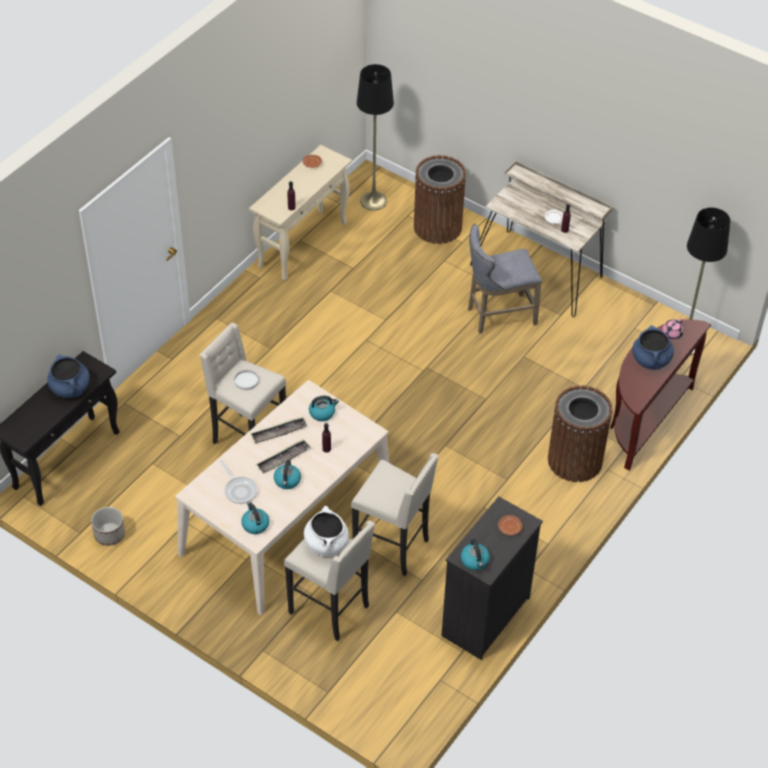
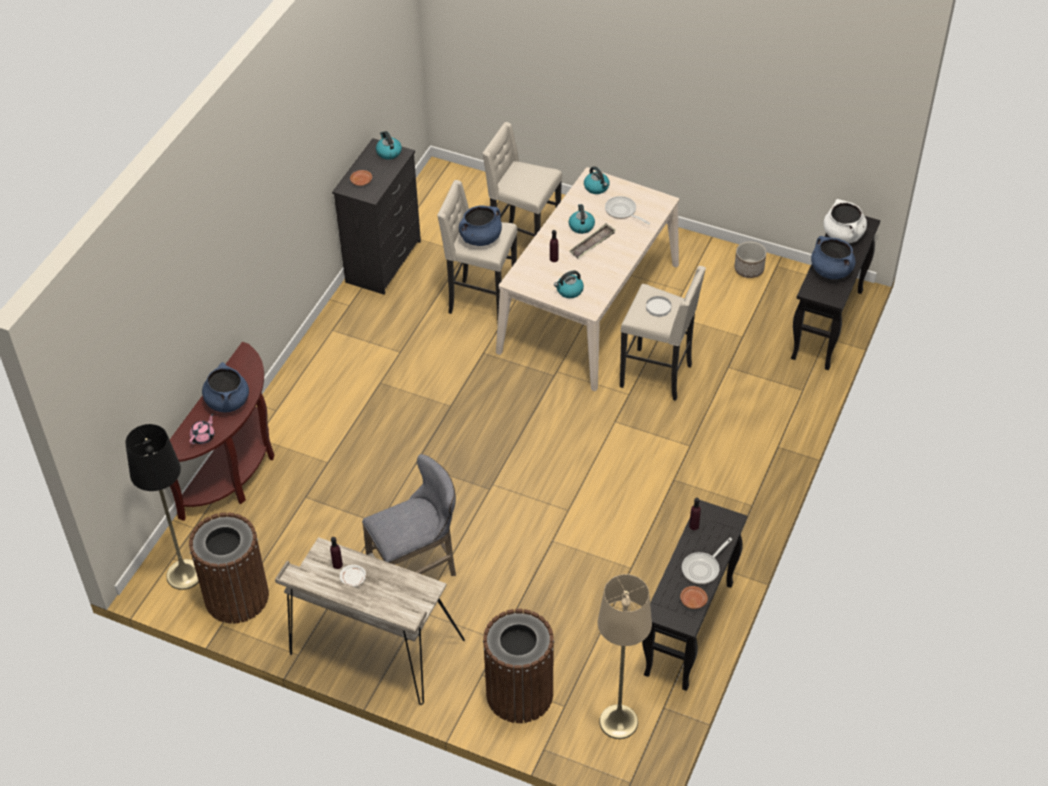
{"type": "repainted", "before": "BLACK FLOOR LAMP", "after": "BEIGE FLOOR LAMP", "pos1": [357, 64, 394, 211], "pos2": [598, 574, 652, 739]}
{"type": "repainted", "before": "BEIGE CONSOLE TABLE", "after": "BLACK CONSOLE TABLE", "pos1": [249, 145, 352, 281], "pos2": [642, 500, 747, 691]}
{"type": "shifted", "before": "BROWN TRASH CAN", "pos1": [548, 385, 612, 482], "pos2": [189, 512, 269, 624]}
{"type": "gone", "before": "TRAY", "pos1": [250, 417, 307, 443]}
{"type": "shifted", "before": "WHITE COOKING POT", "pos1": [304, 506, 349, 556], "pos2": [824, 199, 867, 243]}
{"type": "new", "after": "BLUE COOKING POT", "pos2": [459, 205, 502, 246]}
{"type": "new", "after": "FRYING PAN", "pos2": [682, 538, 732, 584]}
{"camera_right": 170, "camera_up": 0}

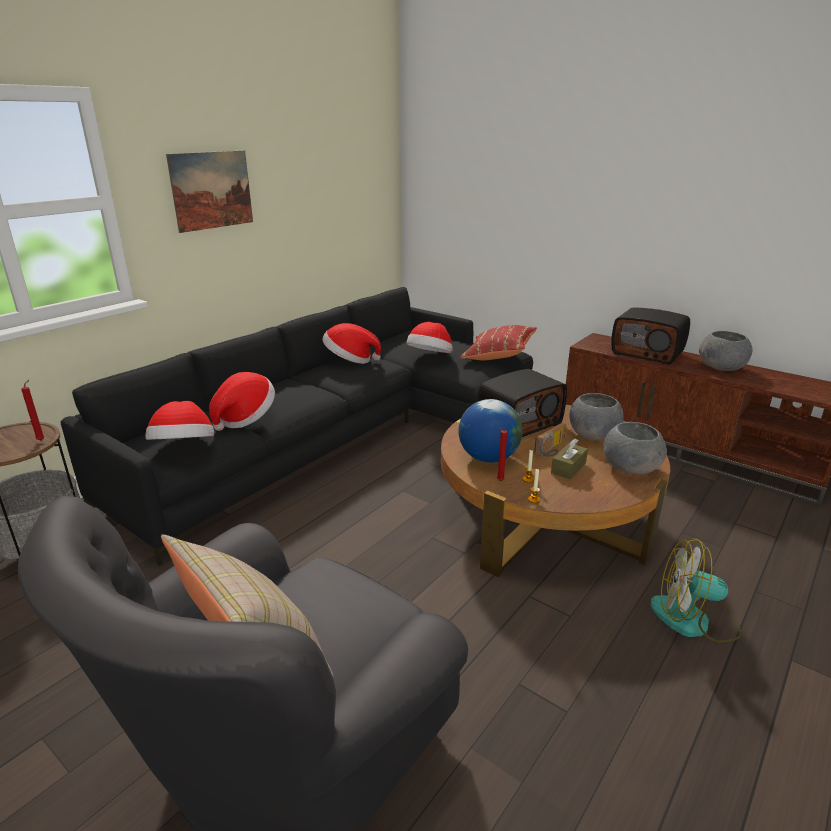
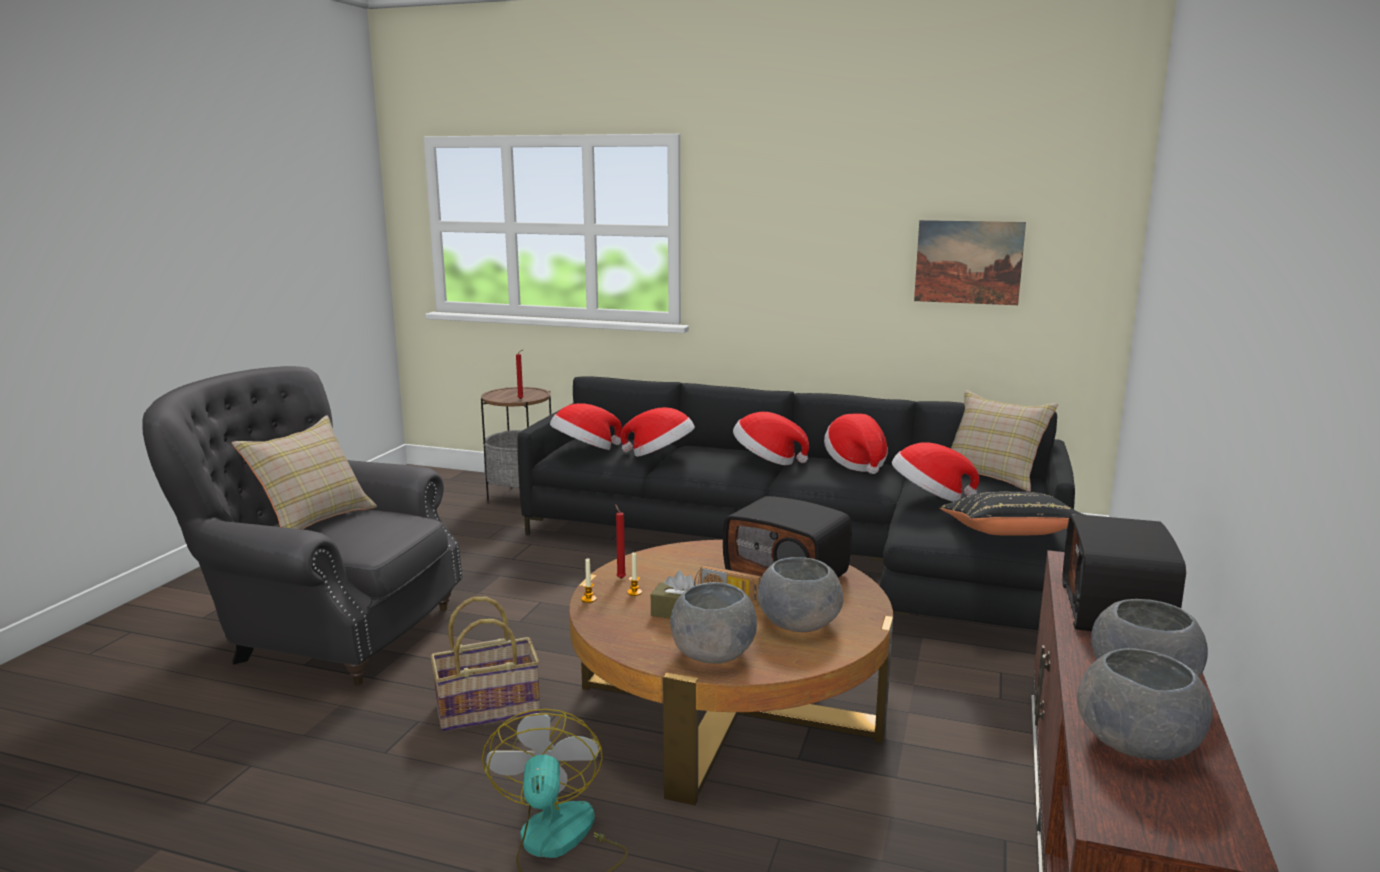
{"type": "shifted", "before": "PICTURE", "pos1": [166, 150, 253, 233], "pos2": [914, 220, 1026, 305]}
{"type": "repainted", "before": "RED PILLOW", "after": "BLACK PILLOW", "pos1": [460, 325, 537, 360], "pos2": [940, 492, 1085, 535]}
{"type": "gone", "before": "GLOBE", "pos1": [458, 399, 523, 463]}
{"type": "new", "after": "BEIGE PILLOW", "pos2": [951, 390, 1058, 492]}
{"type": "new", "after": "HAT", "pos2": [733, 412, 809, 465]}
{"type": "new", "after": "BASKET", "pos2": [430, 597, 540, 732]}
{"type": "new", "after": "GREY BOWL", "pos2": [1077, 648, 1213, 760]}
{"camera_right": 70, "camera_up": -10}

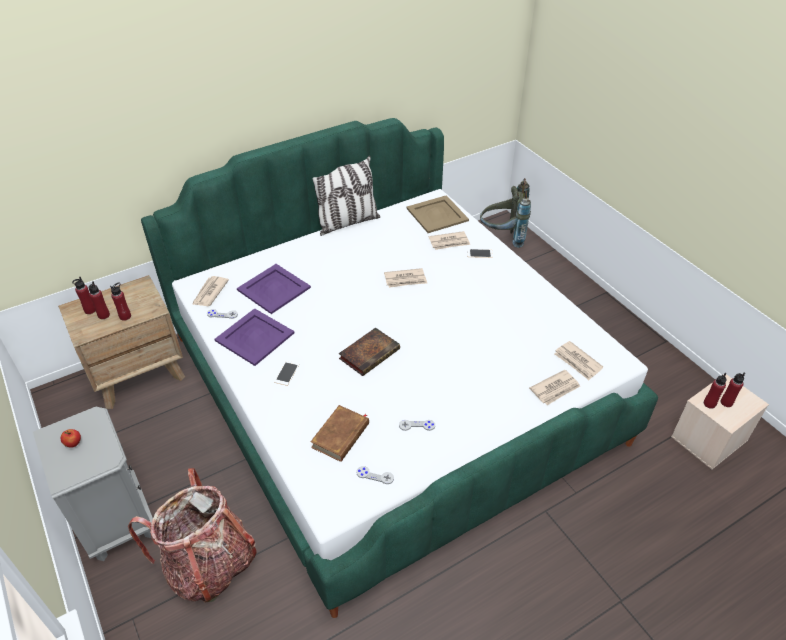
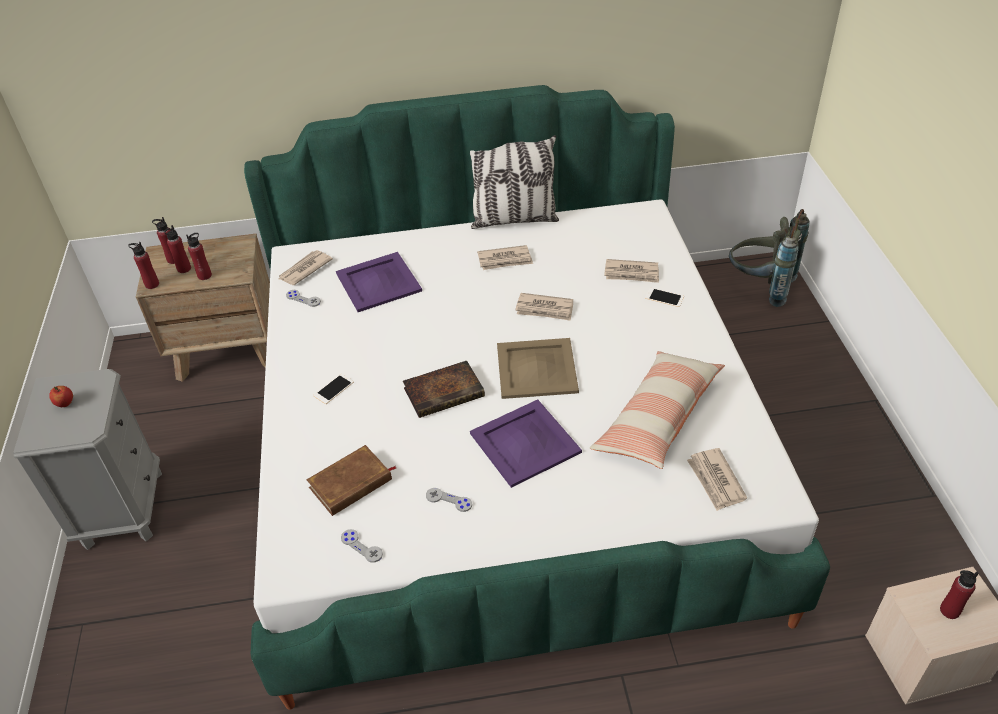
{"type": "shifted", "before": "BEIGE TRAY", "pos1": [407, 195, 469, 233], "pos2": [497, 338, 579, 399]}
{"type": "shifted", "before": "PURPLE TRAY", "pos1": [215, 308, 294, 366], "pos2": [470, 399, 582, 488]}
{"type": "shifted", "before": "NEWSPAPER", "pos1": [529, 370, 580, 405], "pos2": [477, 245, 533, 270]}
{"type": "shifted", "before": "RED BOTTLE", "pos1": [704, 373, 727, 409], "pos2": [128, 242, 159, 289]}
{"type": "gone", "before": "BACKPACK", "pos1": [128, 468, 257, 603]}
{"type": "new", "after": "PILLOW", "pos2": [590, 351, 725, 469]}
{"camera_right": 25, "camera_up": 0}

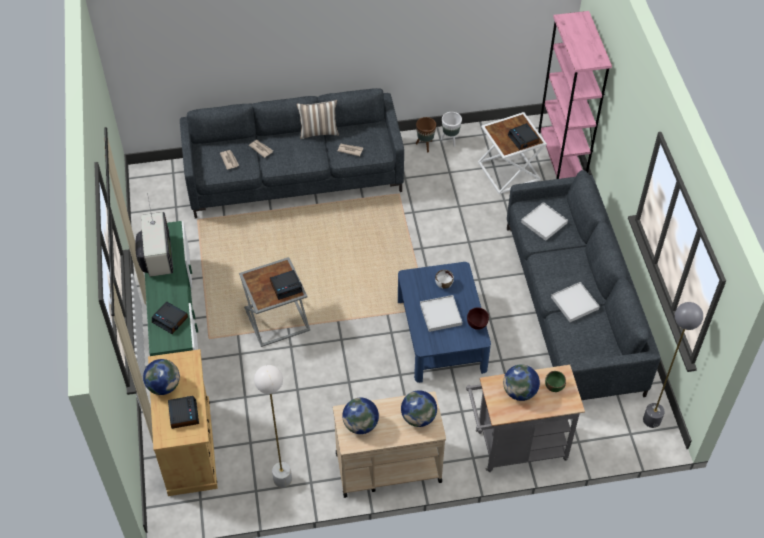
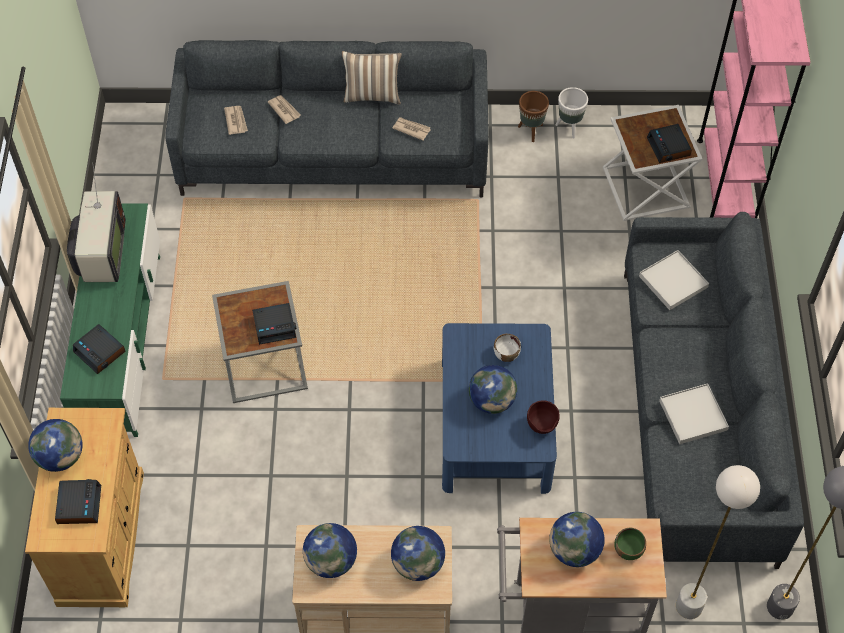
{"type": "swapped", "before": "WHITE TRAY", "after": "GLOBE", "pos1": [420, 295, 462, 332], "pos2": [469, 365, 517, 414]}
{"type": "shifted", "before": "WHITE FLOOR LAMP", "pos1": [254, 365, 292, 488], "pos2": [676, 465, 760, 619]}
{"camera_right": 10, "camera_up": 5}

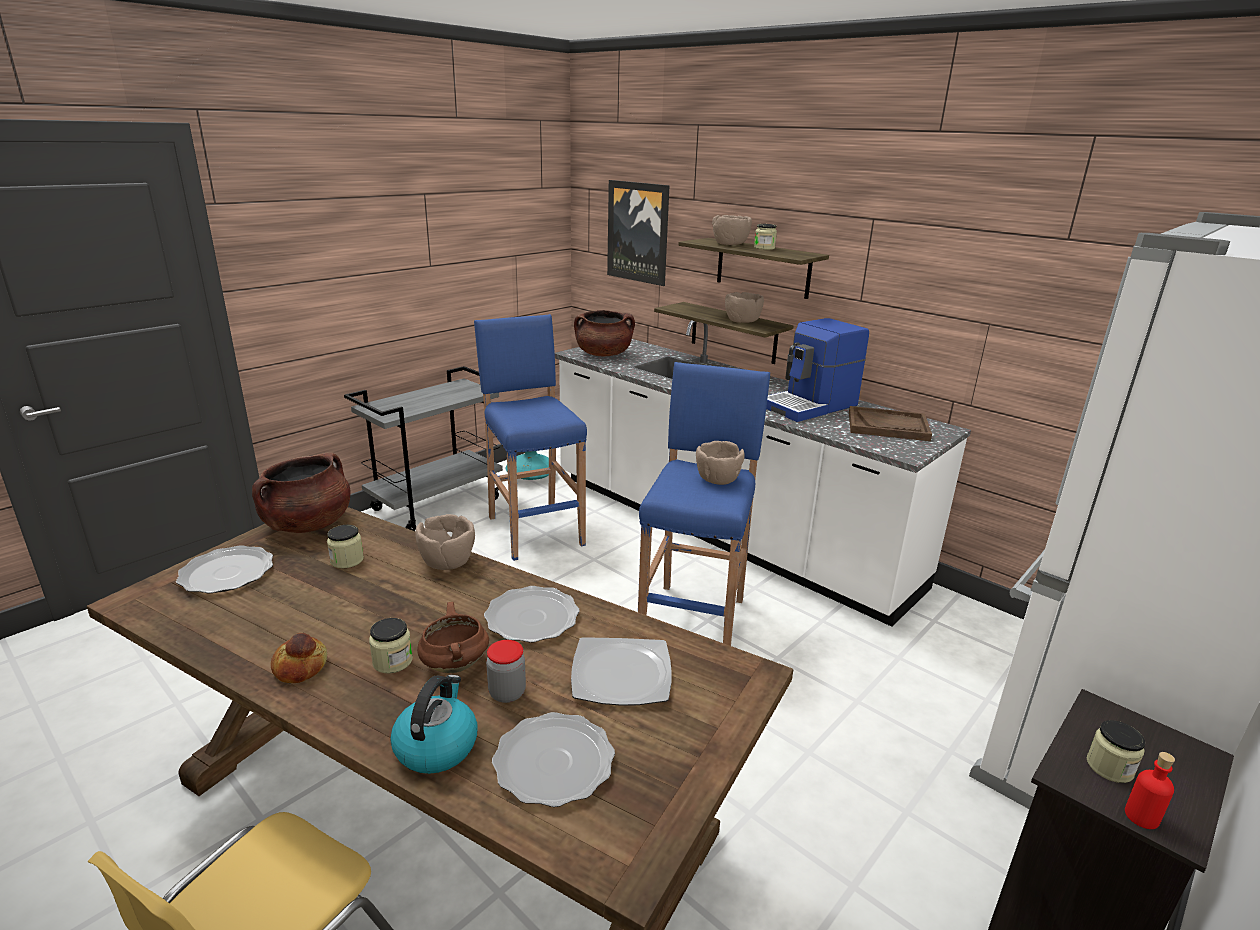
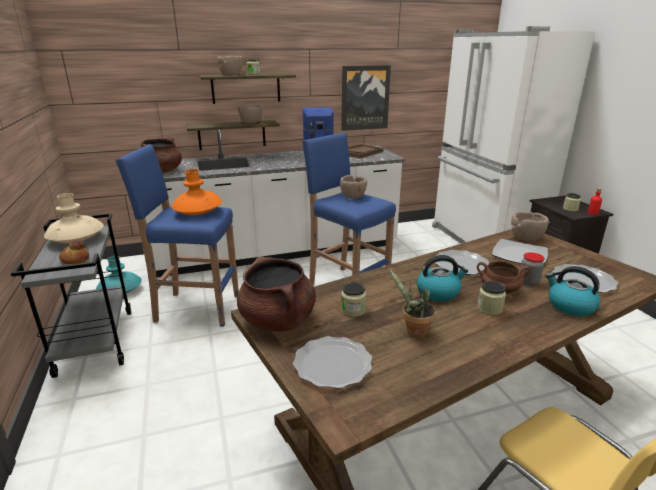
{"type": "shifted", "before": "PICTURE", "pos1": [607, 180, 670, 286], "pos2": [341, 65, 391, 131]}
{"type": "shifted", "before": "BROWN BOWL", "pos1": [415, 514, 475, 570], "pos2": [511, 212, 549, 241]}
{"type": "shifted", "before": "BREAD", "pos1": [271, 633, 327, 683], "pos2": [59, 240, 89, 264]}
{"type": "new", "after": "ORANGE VASE", "pos2": [172, 169, 222, 215]}
{"type": "new", "after": "BEIGE VASE", "pos2": [44, 193, 104, 243]}
{"type": "new", "after": "KETTLE", "pos2": [417, 255, 468, 302]}
{"type": "new", "after": "POTTED PLANT", "pos2": [389, 269, 436, 338]}
{"camera_right": -60, "camera_up": 0}

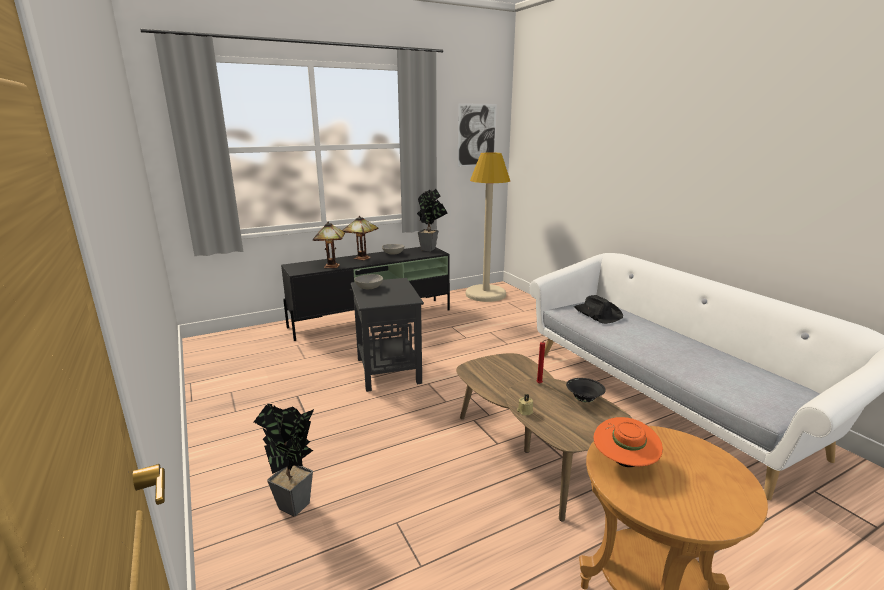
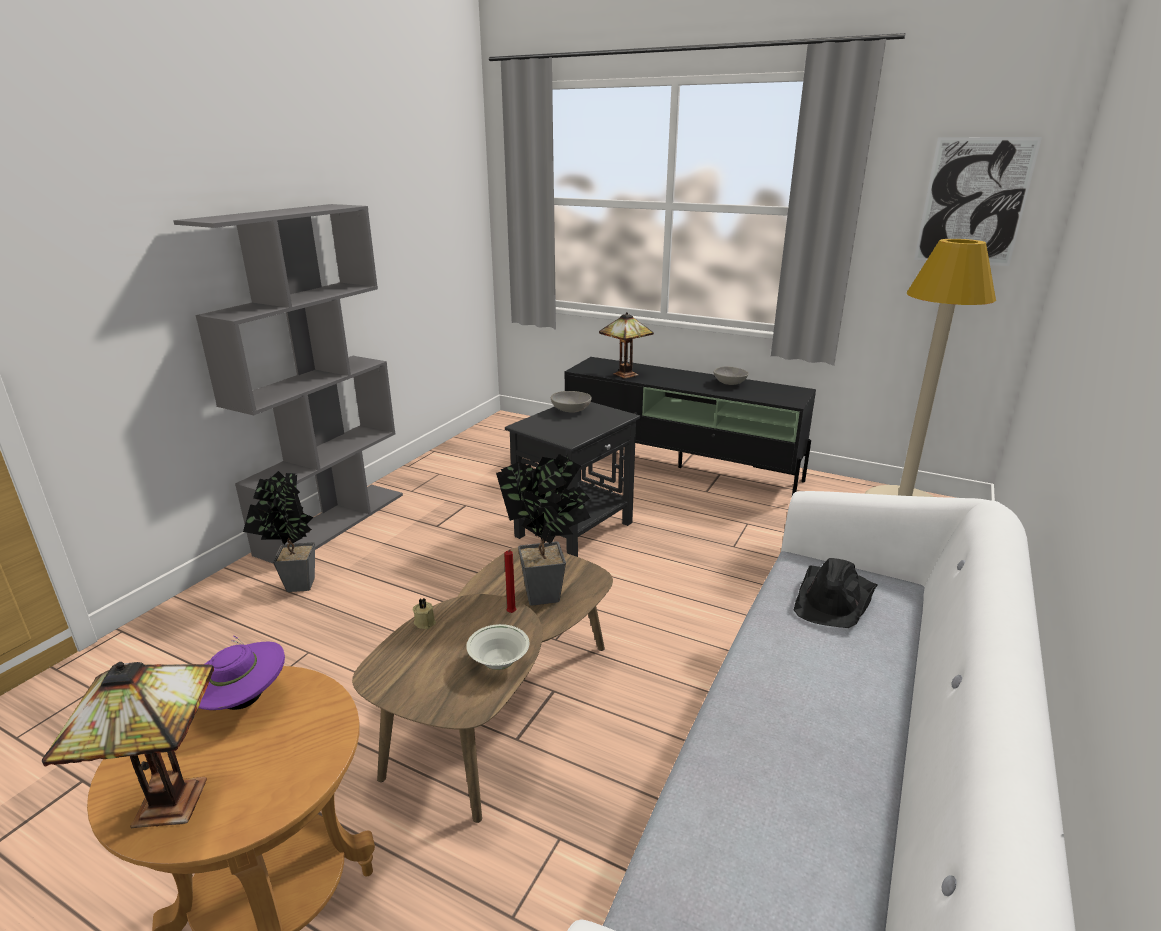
{"type": "shifted", "before": "POTTED PLANT", "pos1": [417, 189, 447, 251], "pos2": [496, 454, 591, 606]}
{"type": "shifted", "before": "TABLE LAMP", "pos1": [342, 216, 379, 260], "pos2": [42, 662, 214, 829]}
{"type": "repainted", "before": "BLACK BOWL", "after": "WHITE BOWL", "pos1": [566, 378, 606, 402], "pos2": [466, 624, 529, 670]}
{"type": "repainted", "before": "ORANGE HAT", "after": "PURPLE HAT", "pos1": [593, 417, 663, 467], "pos2": [199, 636, 285, 710]}
{"type": "new", "after": "GREY BOOKCASE", "pos2": [173, 204, 403, 563]}
{"camera_right": 55, "camera_up": 5}

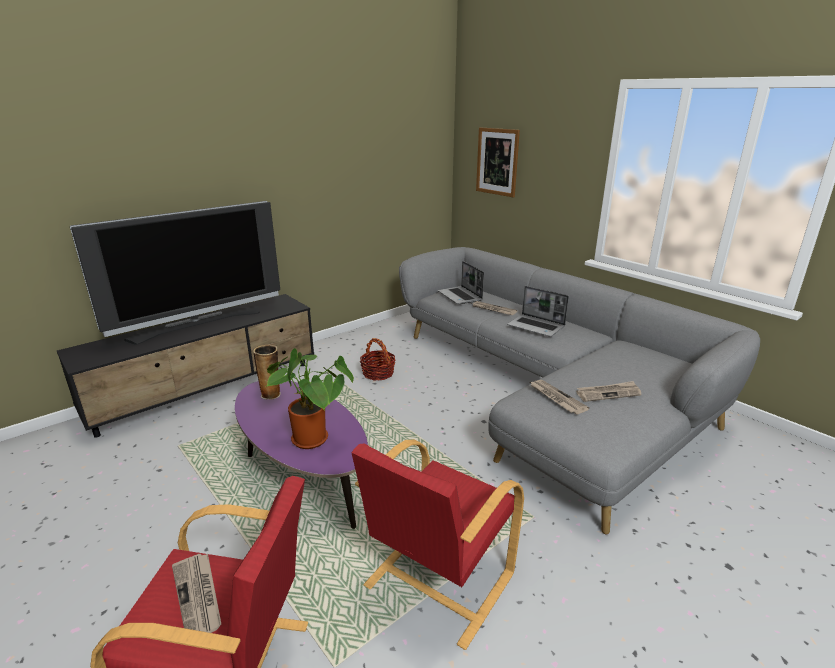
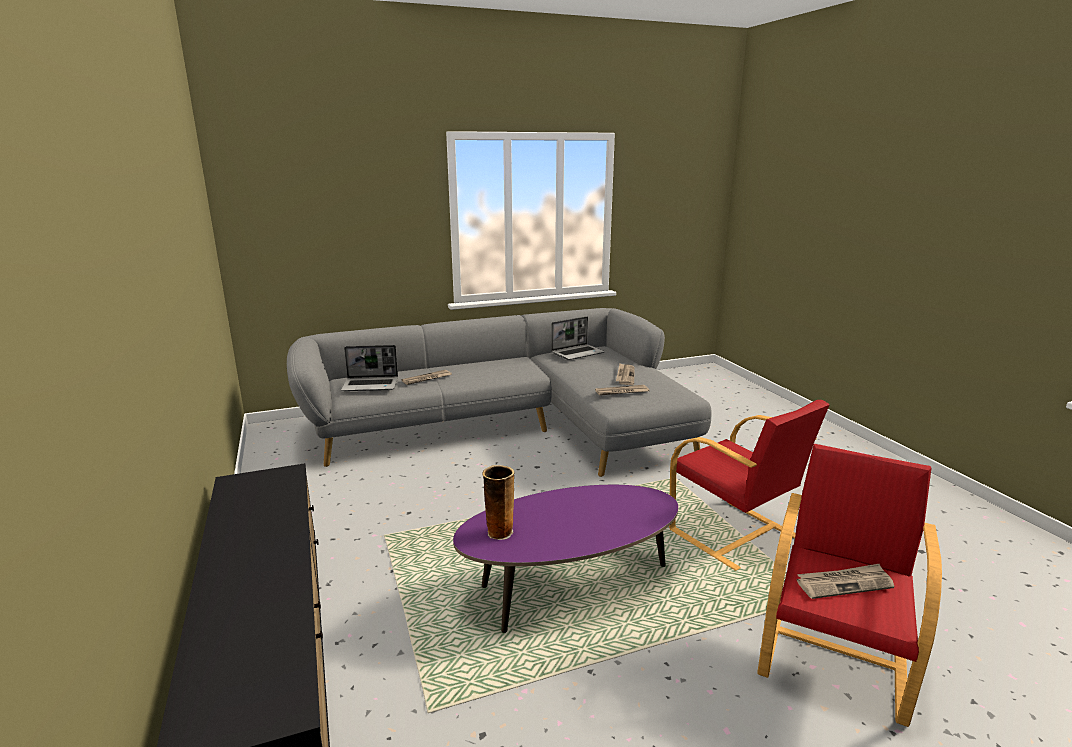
{"type": "gone", "before": "PICTURE", "pos1": [476, 127, 520, 197]}
{"type": "gone", "before": "TELEVISION", "pos1": [70, 201, 280, 345]}
{"type": "shifted", "before": "LAPTOP", "pos1": [507, 286, 569, 337], "pos2": [551, 316, 605, 360]}
{"type": "gone", "before": "BASKET", "pos1": [360, 338, 396, 380]}
{"type": "gone", "before": "POTTED PLANT", "pos1": [265, 348, 354, 449]}
{"camera_right": -70, "camera_up": -5}

